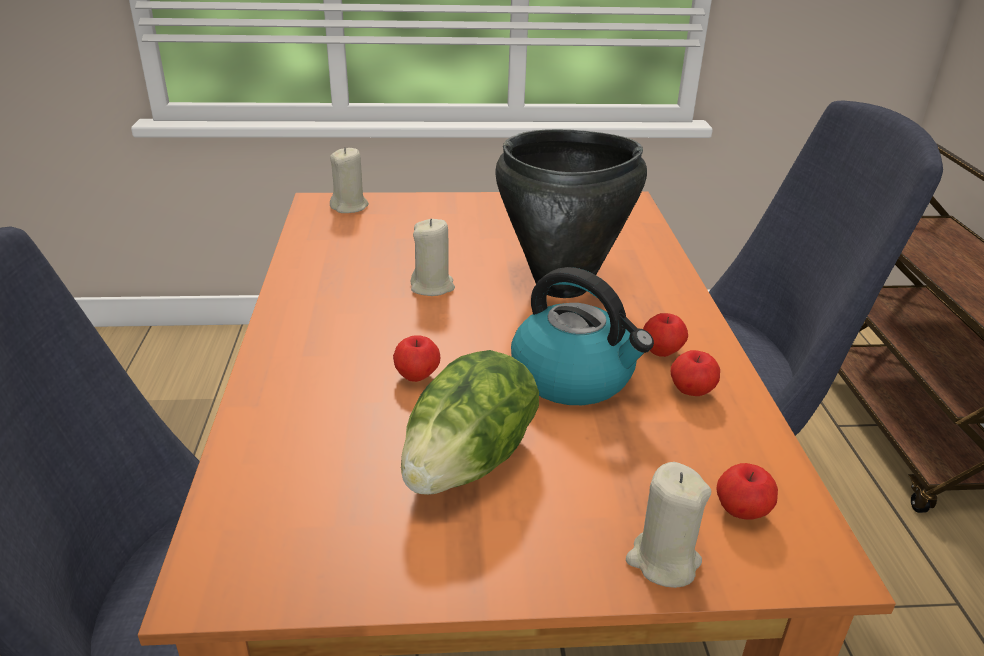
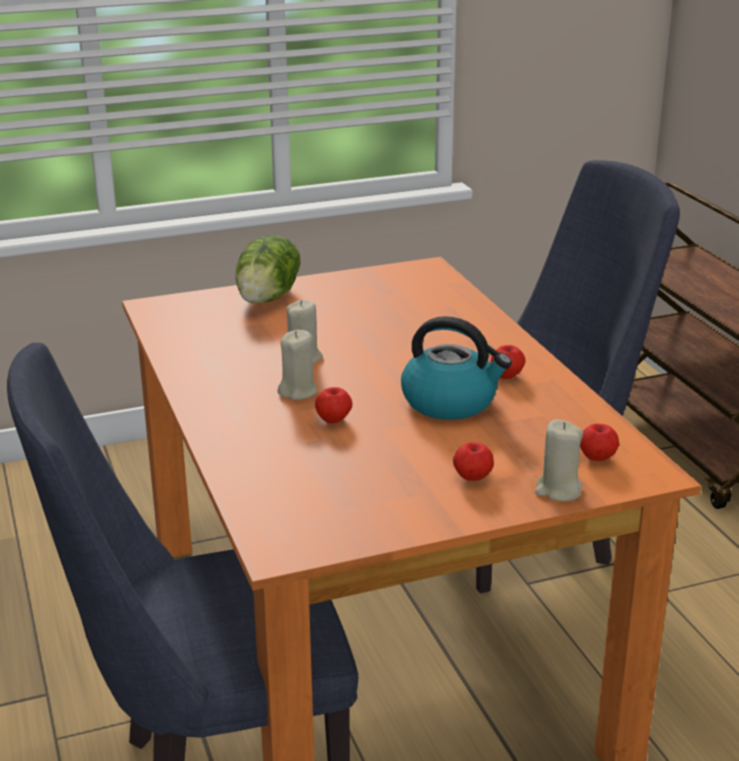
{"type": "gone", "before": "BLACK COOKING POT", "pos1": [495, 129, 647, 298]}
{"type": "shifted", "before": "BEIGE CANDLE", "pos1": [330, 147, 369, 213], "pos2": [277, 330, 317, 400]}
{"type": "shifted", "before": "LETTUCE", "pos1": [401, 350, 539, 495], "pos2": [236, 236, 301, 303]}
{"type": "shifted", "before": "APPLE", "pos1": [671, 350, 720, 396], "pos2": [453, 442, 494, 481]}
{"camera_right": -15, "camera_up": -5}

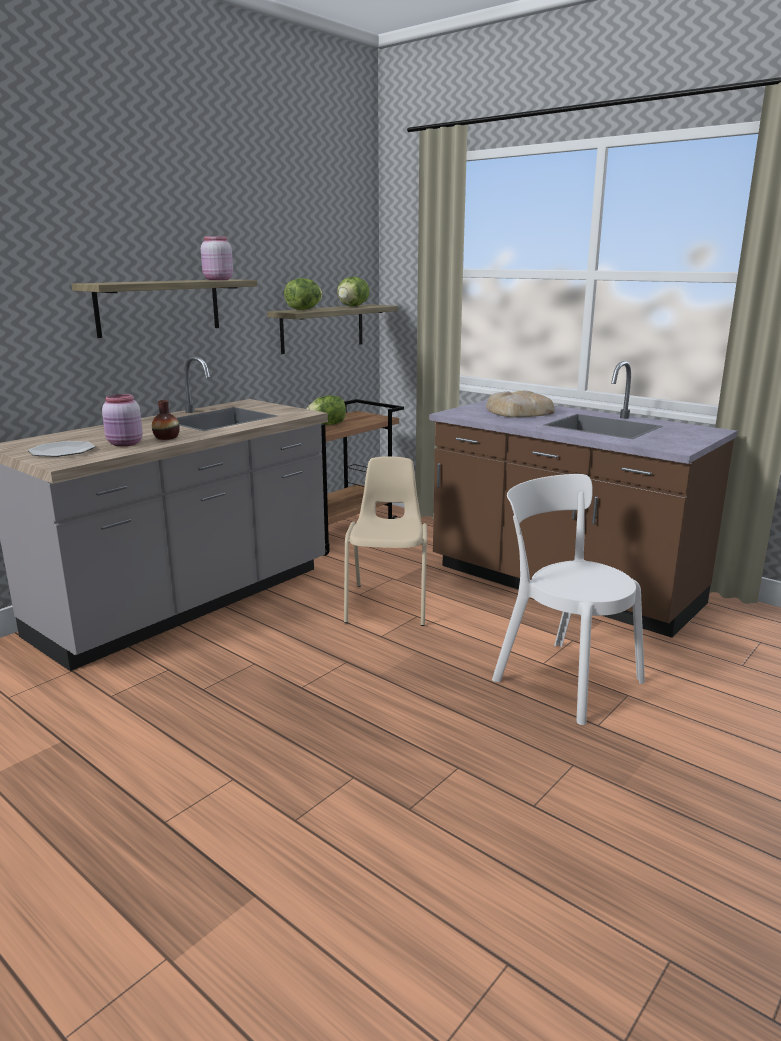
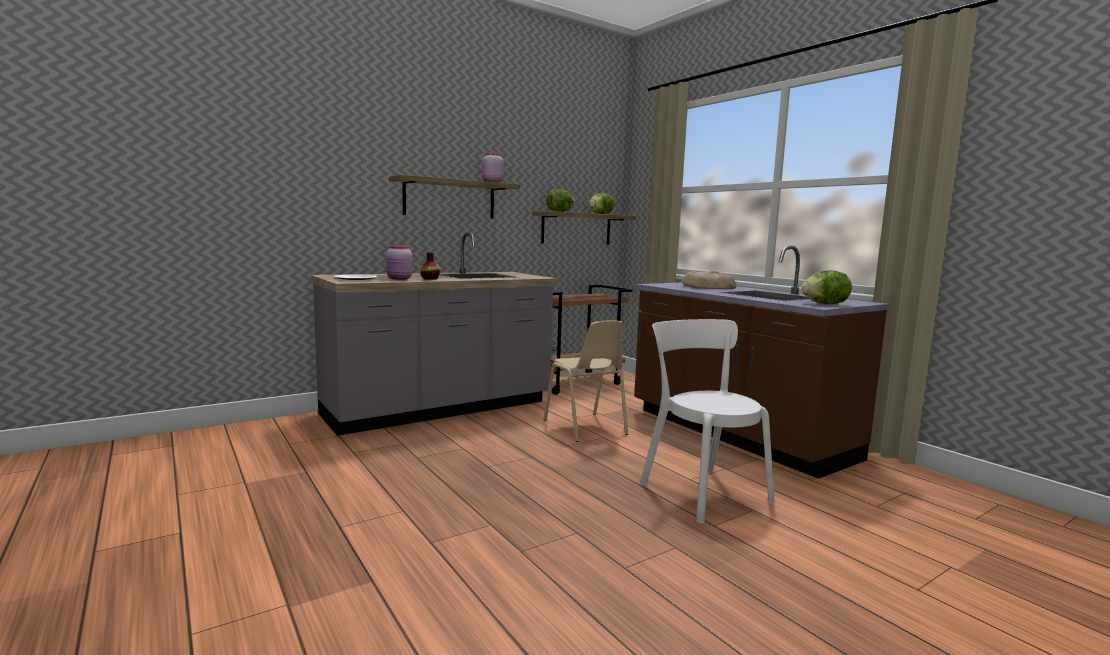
{"type": "shifted", "before": "LETTUCE", "pos1": [306, 395, 346, 425], "pos2": [801, 270, 852, 304]}
{"type": "rotated", "before": "BEIGE CHAIR", "pos1": [344, 456, 427, 626], "pos2": [544, 320, 628, 442], "turn": 135}
{"camera_right": 15, "camera_up": -10}

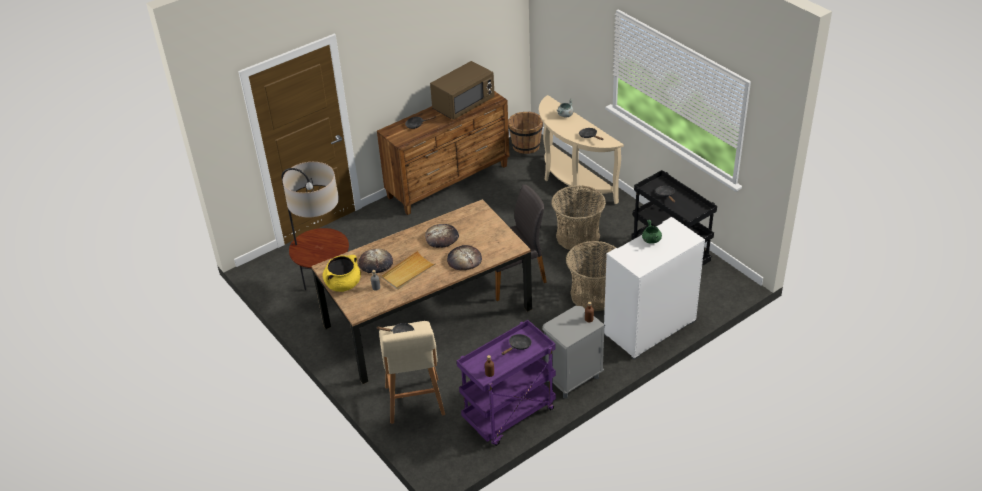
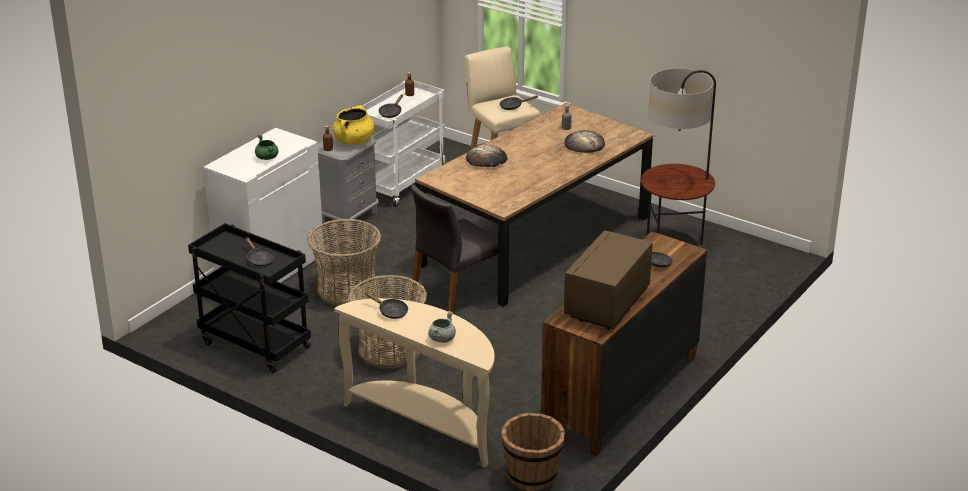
{"type": "gone", "before": "BREAD", "pos1": [425, 224, 459, 248]}
{"type": "gone", "before": "BEIGE TRAY", "pos1": [381, 251, 436, 290]}
{"type": "shifted", "before": "YELLOW COOKING POT", "pos1": [323, 255, 361, 292], "pos2": [333, 105, 375, 145]}
{"type": "repainted", "before": "PURPLE CART", "after": "WHITE CART", "pos1": [457, 320, 556, 446], "pos2": [362, 80, 445, 207]}
{"camera_right": 160, "camera_up": -10}

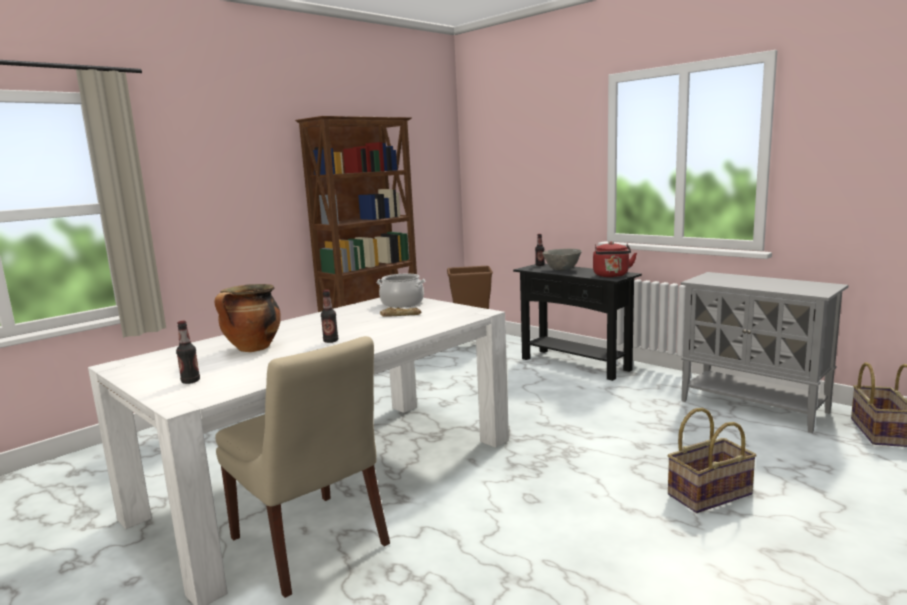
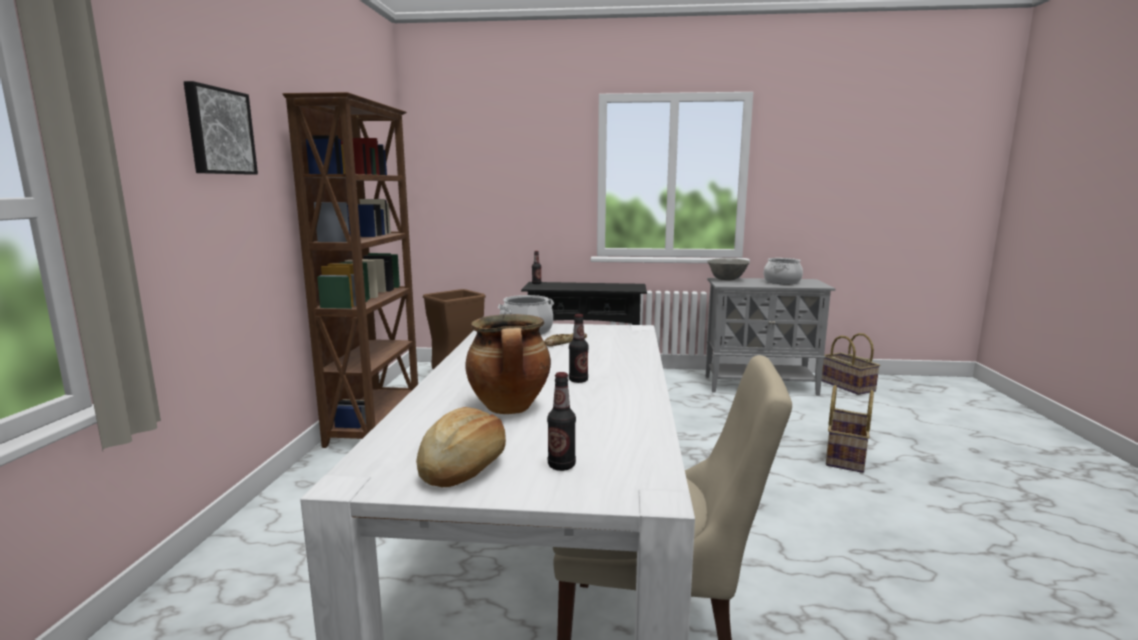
{"type": "gone", "before": "RED KETTLE", "pos1": [593, 242, 637, 277]}
{"type": "shifted", "before": "GREY BOWL", "pos1": [542, 249, 582, 270], "pos2": [707, 258, 750, 281]}
{"type": "new", "after": "PICTURE", "pos2": [184, 81, 258, 175]}
{"type": "new", "after": "COOKING POT", "pos2": [764, 258, 803, 284]}
{"type": "new", "after": "BREAD", "pos2": [416, 407, 506, 487]}
{"camera_right": -40, "camera_up": 0}

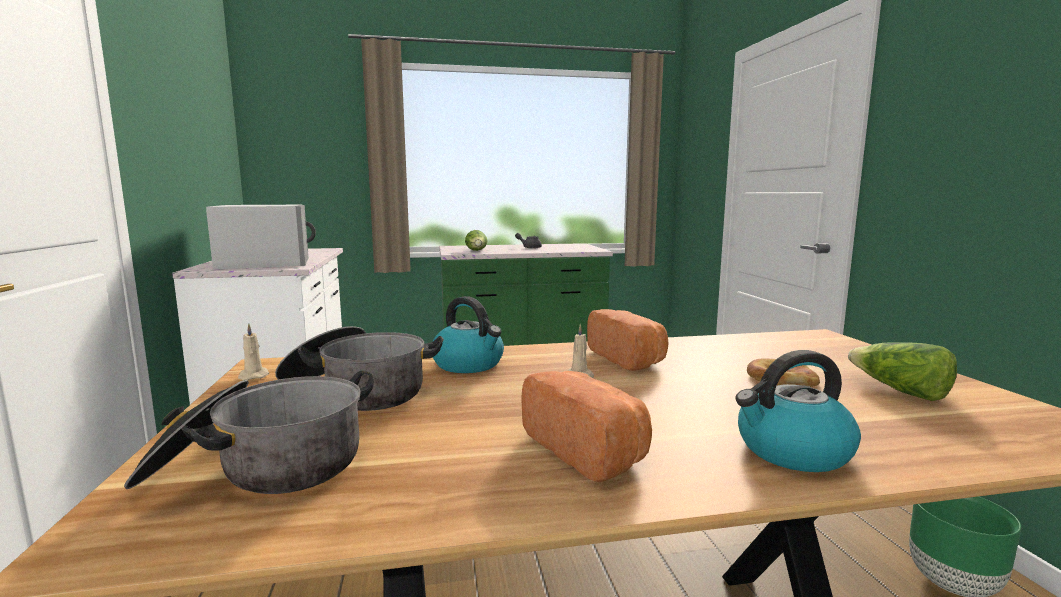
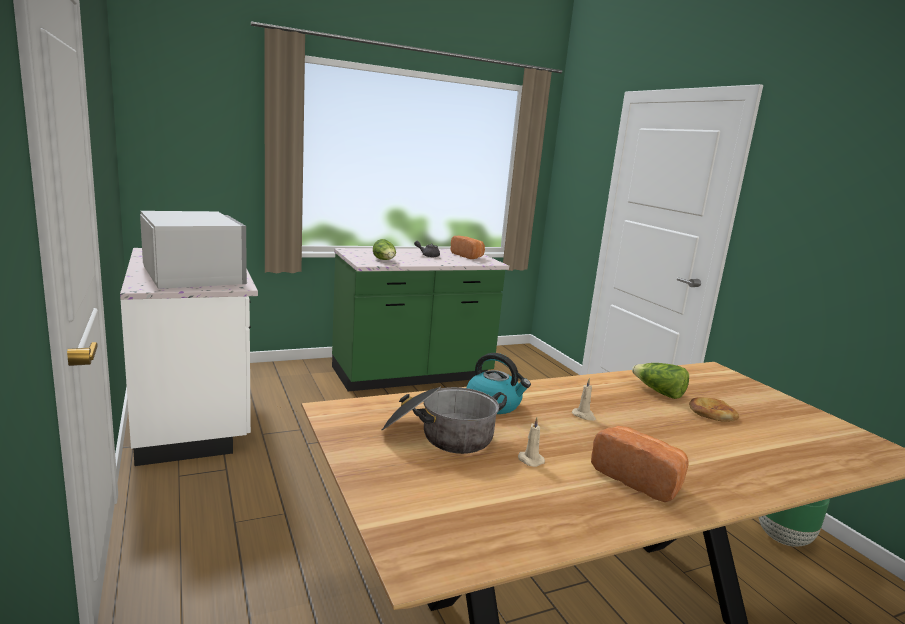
{"type": "shifted", "before": "BREAD", "pos1": [587, 309, 669, 371], "pos2": [451, 236, 485, 259]}
{"type": "shifted", "before": "BEIGE CANDLE", "pos1": [238, 323, 269, 380], "pos2": [518, 417, 545, 467]}
{"type": "shifted", "before": "LETTUCE", "pos1": [848, 342, 957, 401], "pos2": [632, 363, 689, 399]}
{"type": "gone", "before": "KETTLE", "pos1": [736, 350, 861, 472]}
{"type": "gone", "before": "COOKING POT", "pos1": [124, 370, 374, 494]}
{"camera_right": -15, "camera_up": 5}

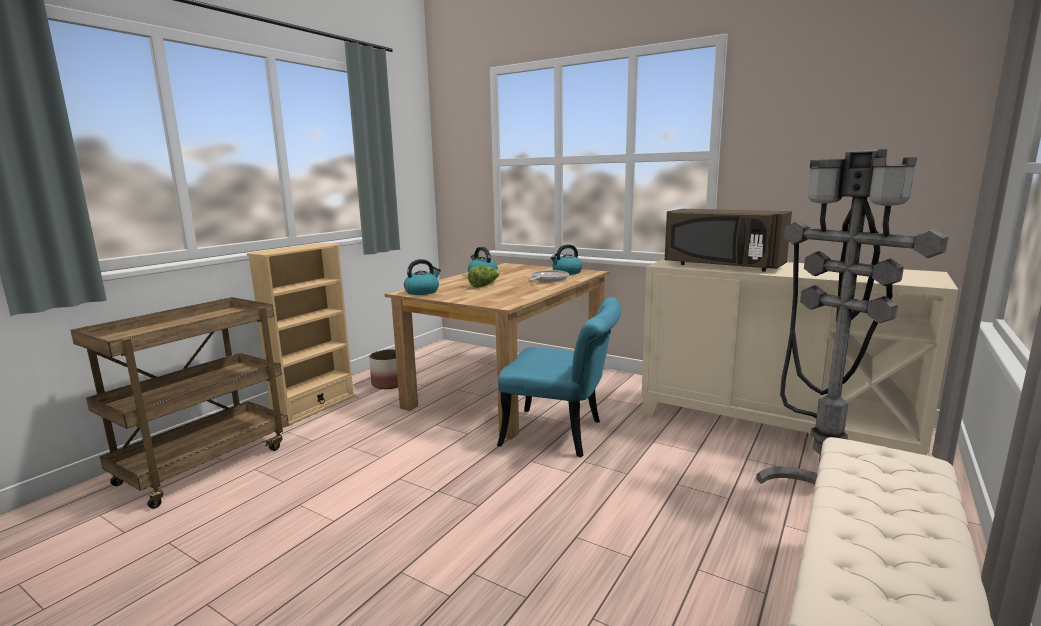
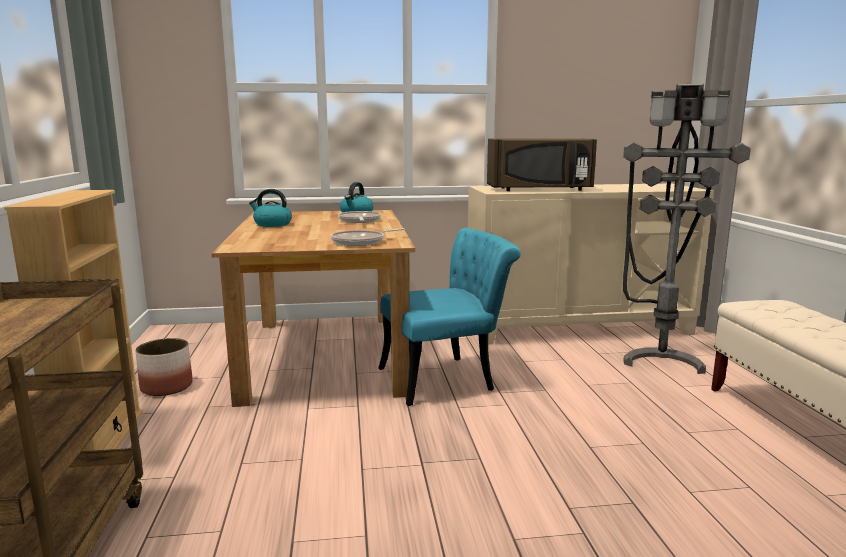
{"type": "gone", "before": "KETTLE", "pos1": [404, 259, 441, 295]}
{"type": "gone", "before": "LETTUCE", "pos1": [468, 266, 500, 288]}
{"type": "new", "after": "FRYING PAN", "pos2": [331, 228, 405, 246]}
{"camera_right": -40, "camera_up": 0}

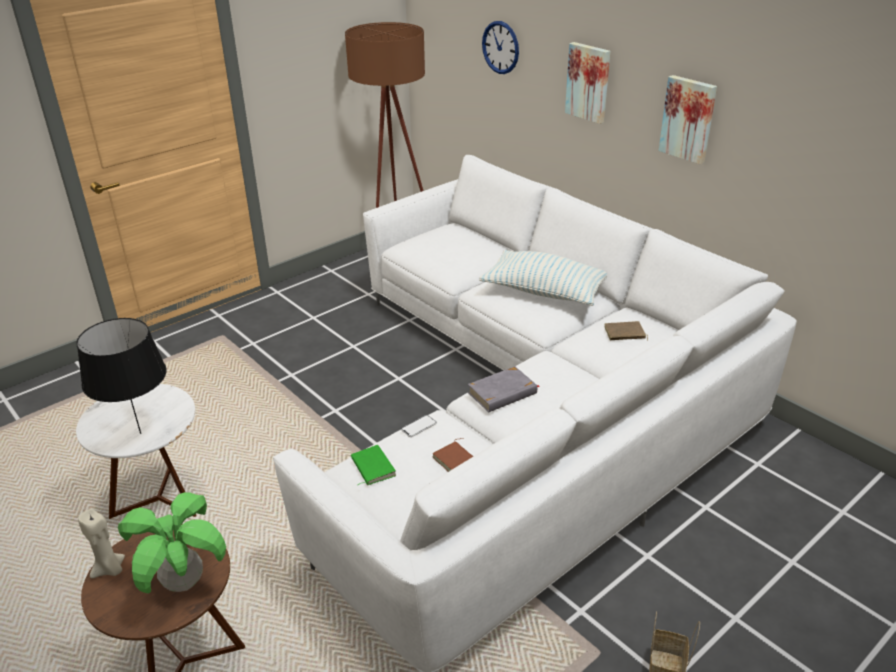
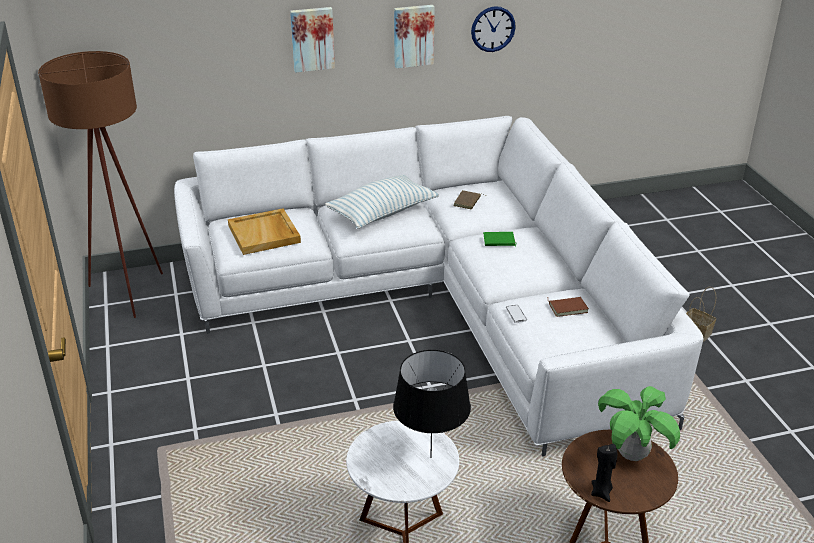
{"type": "shifted", "before": "WALL CLOCK", "pos1": [482, 21, 519, 74], "pos2": [471, 6, 516, 52]}
{"type": "gone", "before": "GREY BOOK", "pos1": [468, 366, 540, 413]}
{"type": "shifted", "before": "GREEN BOOK", "pos1": [351, 445, 396, 486], "pos2": [483, 232, 517, 247]}
{"type": "repainted", "before": "BEIGE CANDLE", "after": "BLACK CANDLE", "pos1": [78, 509, 125, 578], "pos2": [591, 444, 617, 502]}
{"type": "new", "after": "BEIGE TRAY", "pos2": [228, 208, 301, 255]}
{"camera_right": -65, "camera_up": 0}

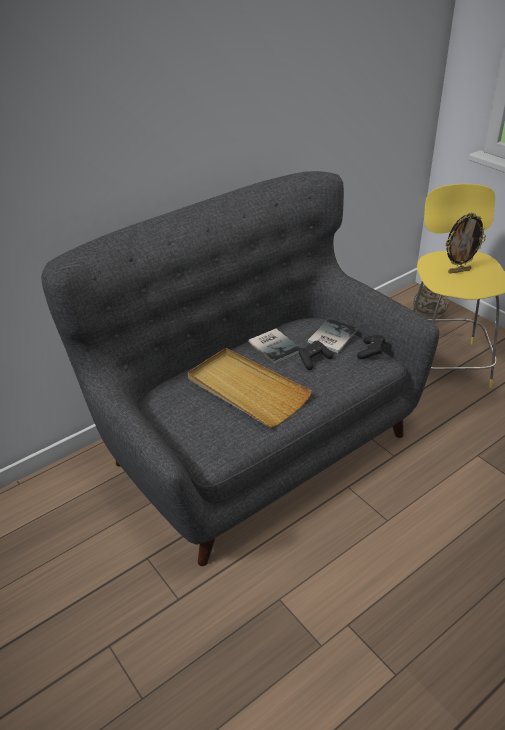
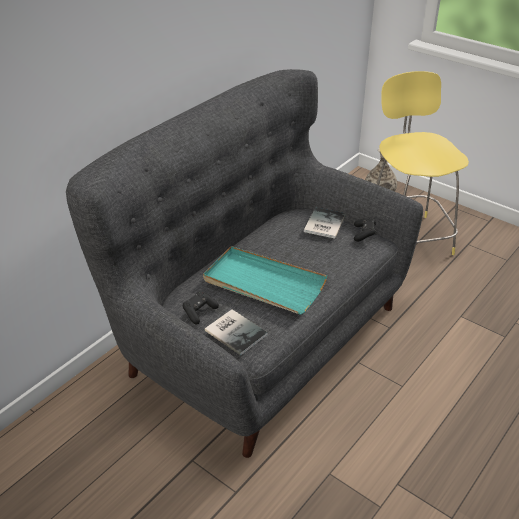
{"type": "gone", "before": "PICTURE FRAME", "pos1": [446, 212, 486, 274]}
{"type": "shifted", "before": "BOOK", "pos1": [248, 329, 301, 364], "pos2": [205, 309, 268, 356]}
{"type": "shifted", "before": "BLACK GAME CONTROLLER", "pos1": [299, 341, 333, 370], "pos2": [183, 291, 219, 325]}
{"type": "repainted", "before": "BEIGE TRAY", "after": "TURQUOISE TRAY", "pos1": [188, 348, 312, 427], "pos2": [203, 246, 327, 315]}
{"camera_right": -15, "camera_up": 0}

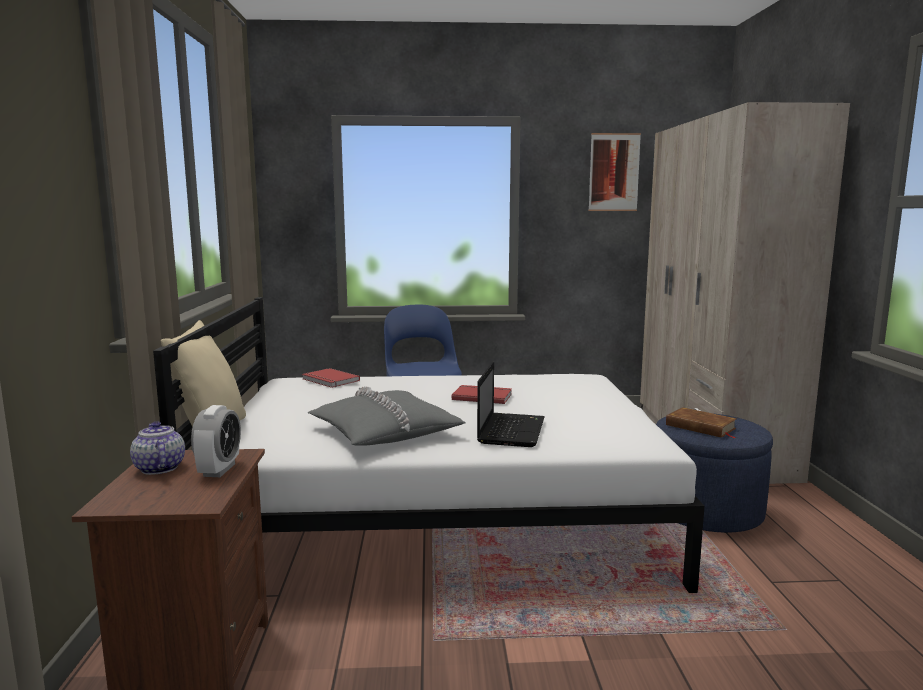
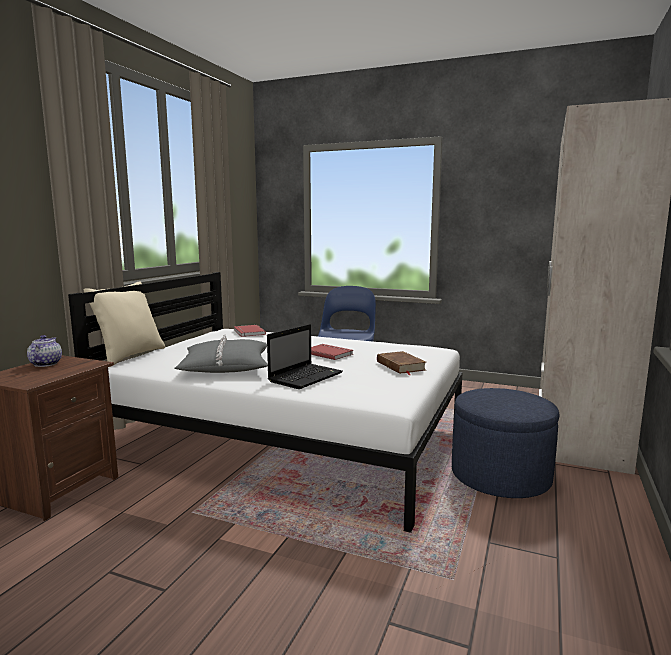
{"type": "gone", "before": "PICTURE", "pos1": [588, 133, 641, 211]}
{"type": "gone", "before": "ALARM CLOCK", "pos1": [191, 405, 241, 477]}
{"type": "shifted", "before": "BROWN BOOK", "pos1": [666, 407, 737, 438], "pos2": [377, 351, 426, 375]}
{"camera_right": 25, "camera_up": 0}

